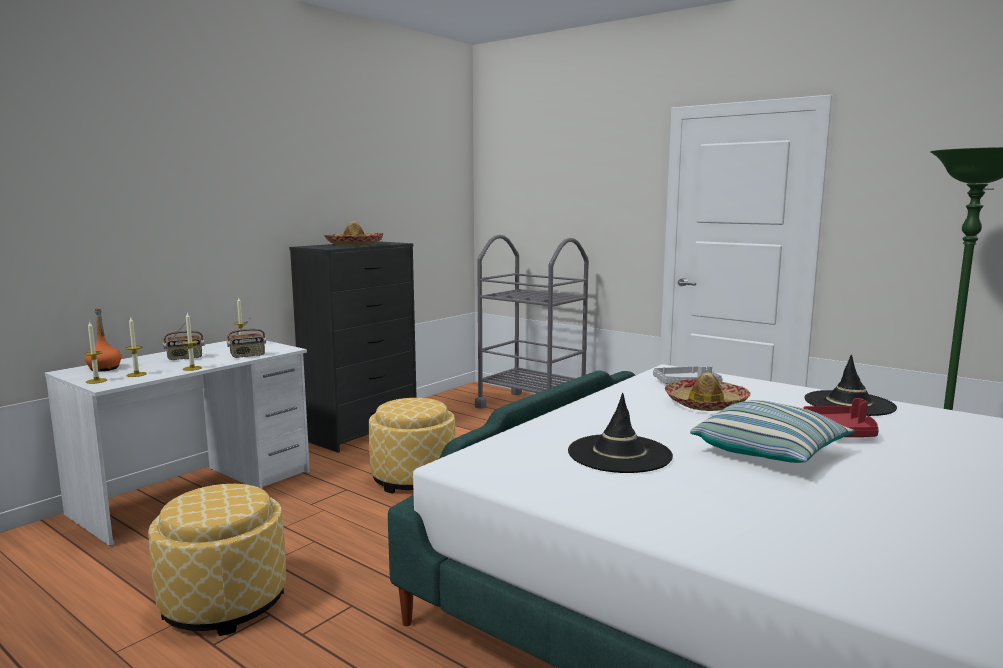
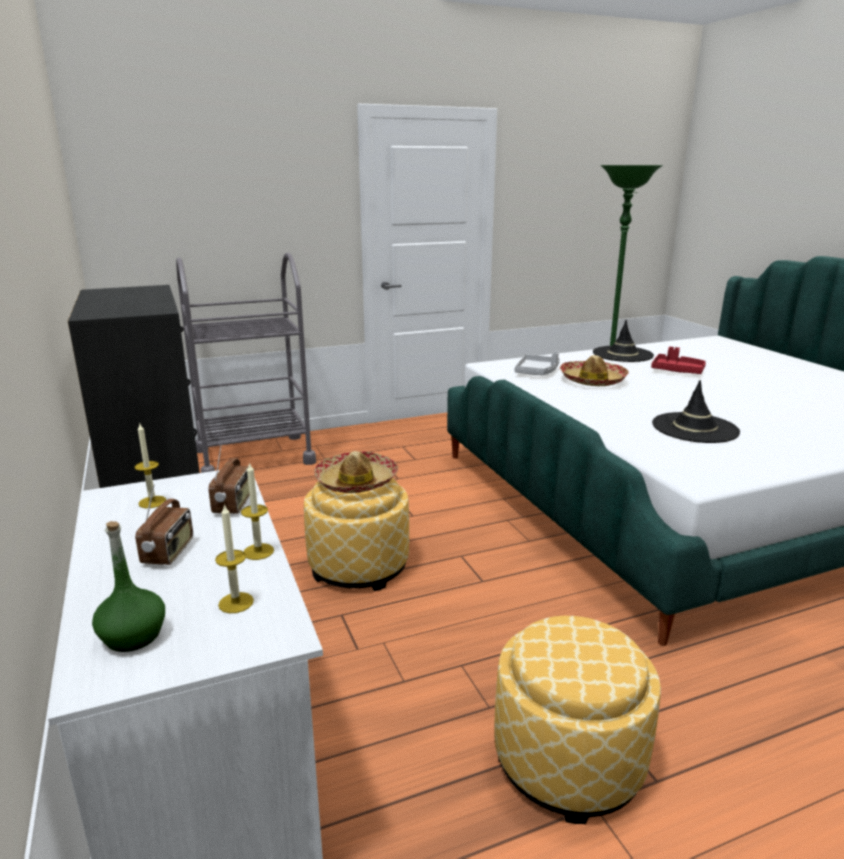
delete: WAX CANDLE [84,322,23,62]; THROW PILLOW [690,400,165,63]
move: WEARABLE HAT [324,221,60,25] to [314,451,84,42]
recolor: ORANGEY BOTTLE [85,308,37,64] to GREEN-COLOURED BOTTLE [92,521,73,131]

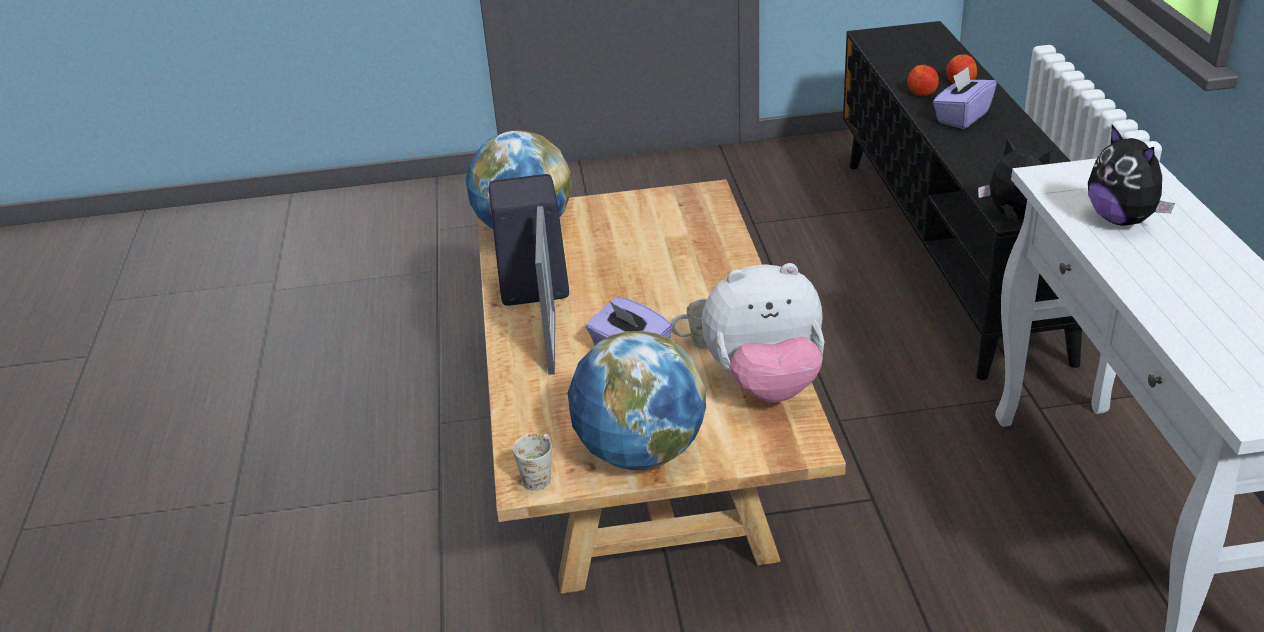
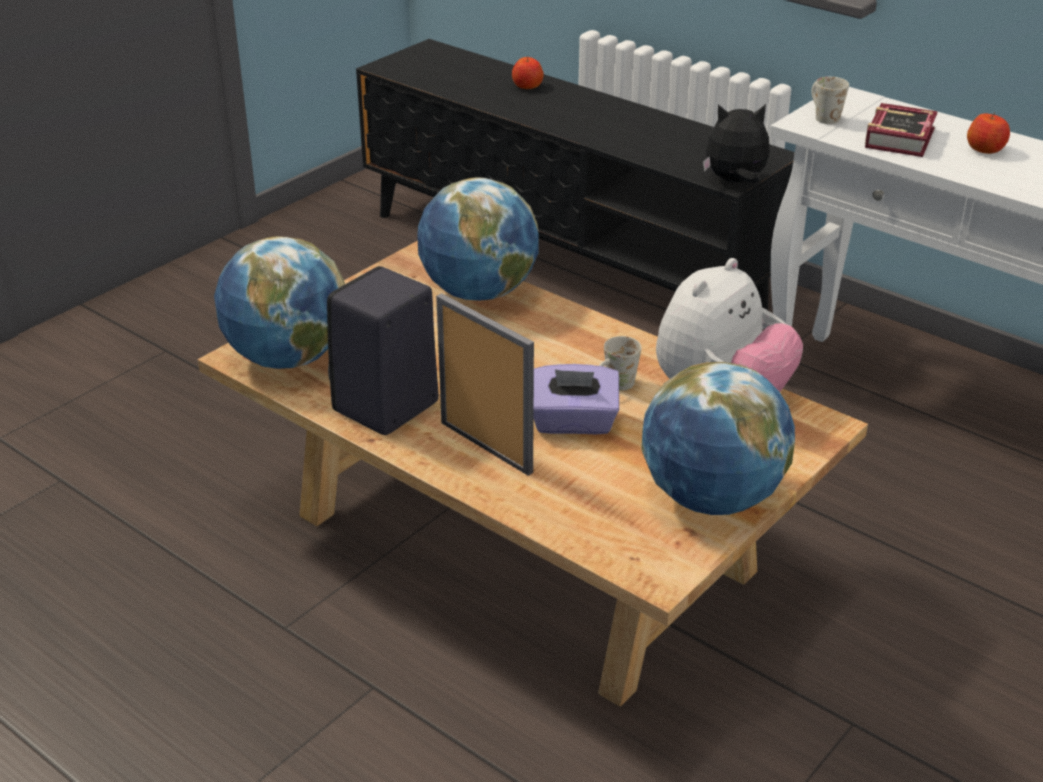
delete: PURPLE-COLOURED BOX OF TISSUES [933,67,64,62]
insert: DESK GLOBE [417,177,122,124]
move: WHITISH TEA MUG [513,434,39,57] to [811,77,38,47]; APPLE FRUIT [908,65,31,31] to [967,112,43,42]
replace: CUDDLY TOY [1088,125,87,101] to BOOK [865,103,73,54]

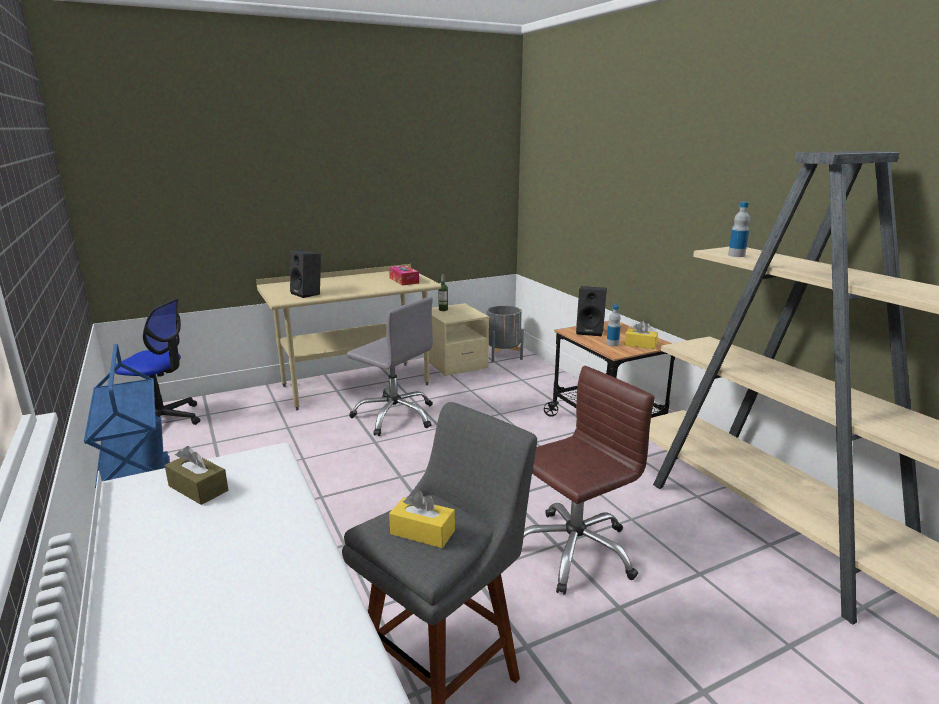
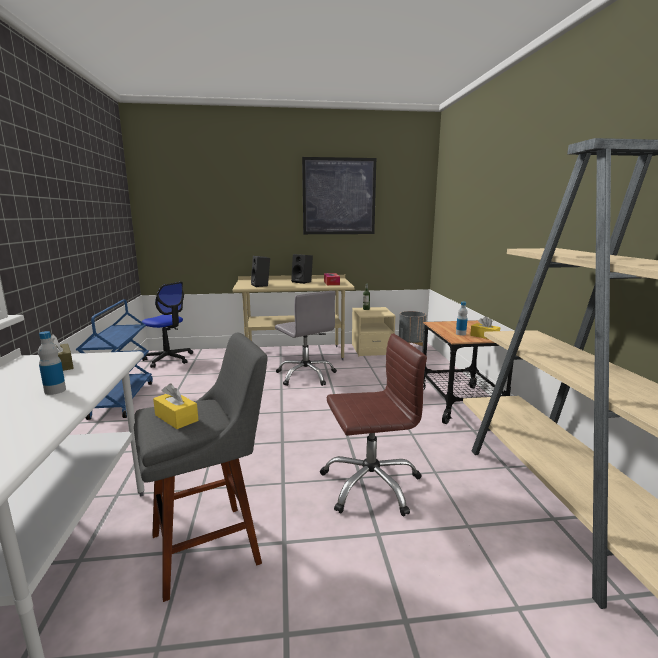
insert: WALL ART [302,157,74,77]
move: BLACKISH AUDIO SPEAKER [576,286,31,50] to [291,254,22,30]; BOTTLE [728,202,22,55] to [38,331,28,64]

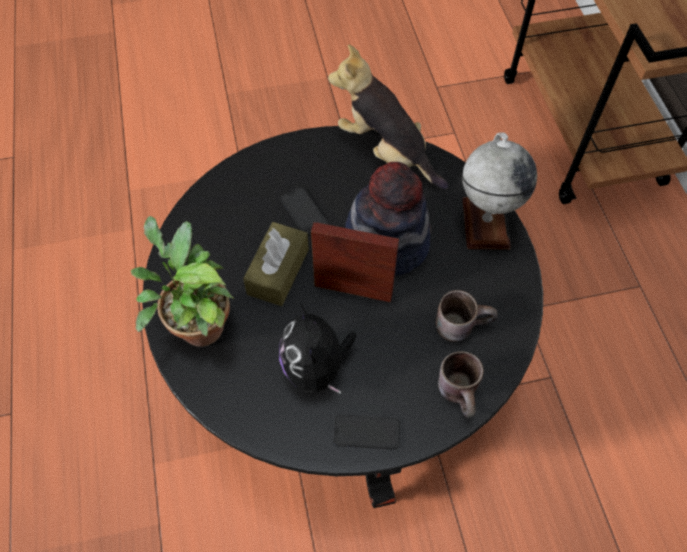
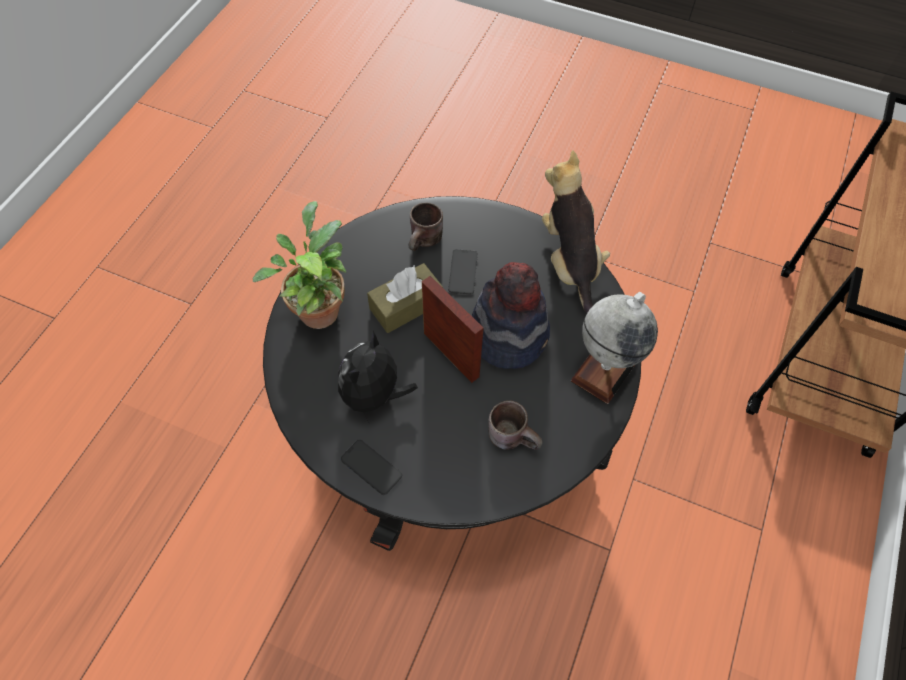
move: BROWN-COLOURED TEA MUG [438,351,46,67] to [409,203,34,48]

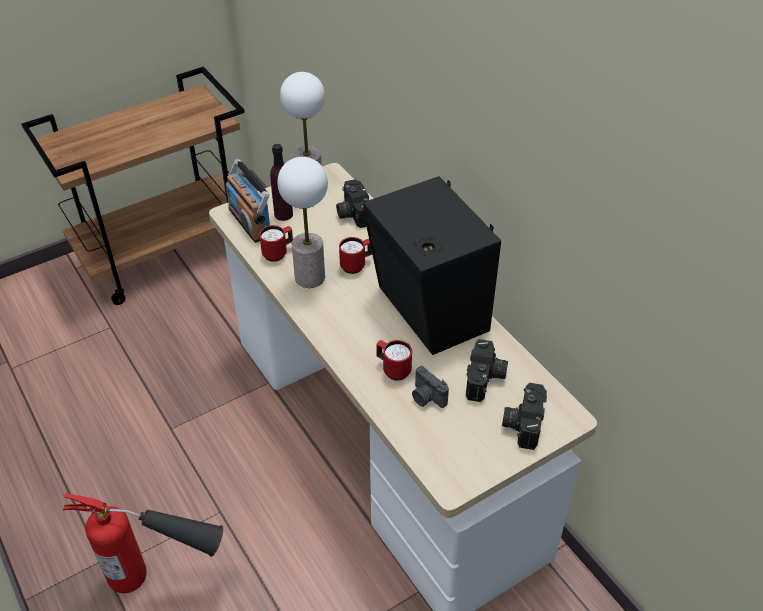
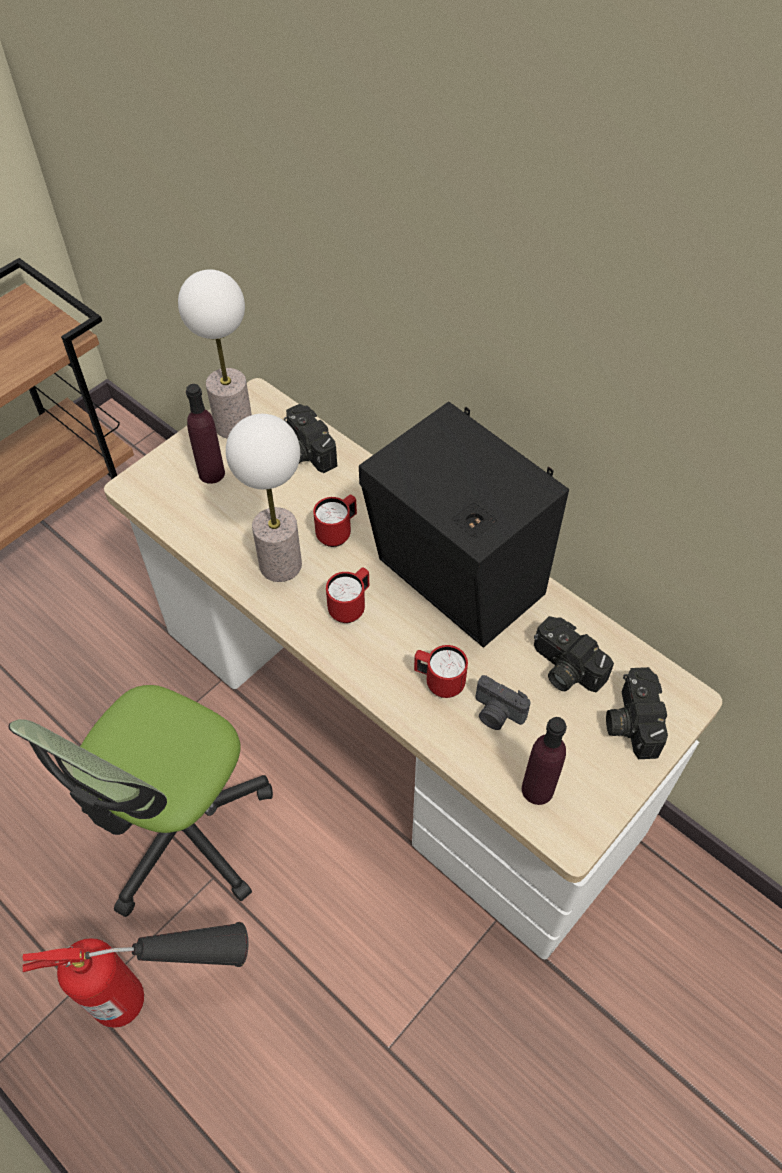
delete: RADIO SET [226,159,44,84]
insert: DESK CHAIR [9,685,264,232]; PURPLE-COLOURED BOTTLE [522,717,45,88]
move: RED TEA MUG [259,225,34,37] to [326,567,43,56]
rotate: PHOTO CAMERA [466,339,42,63] = [534,616,80,77] 135 degrees clockwise

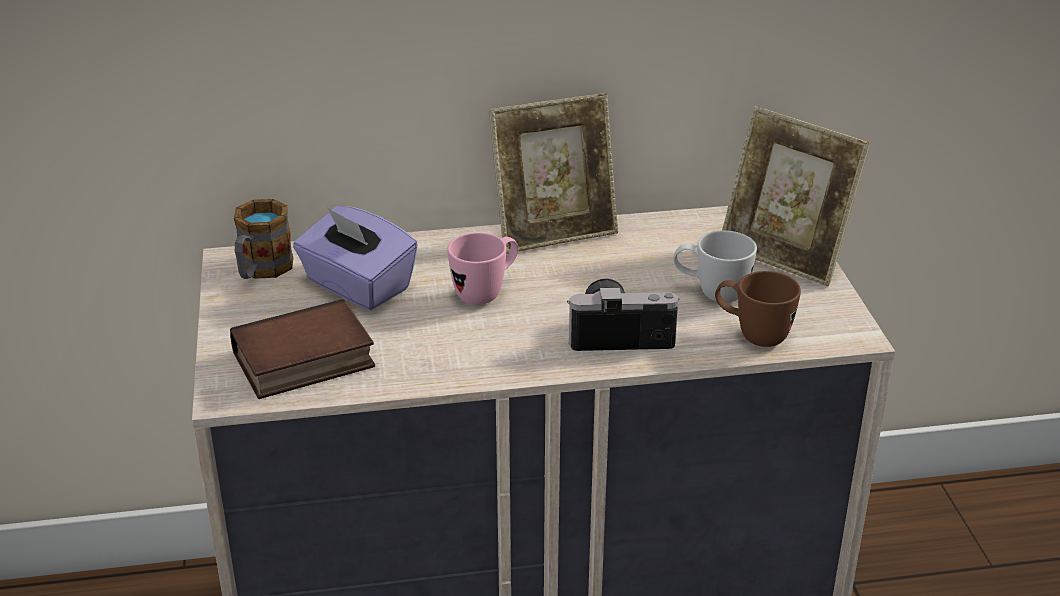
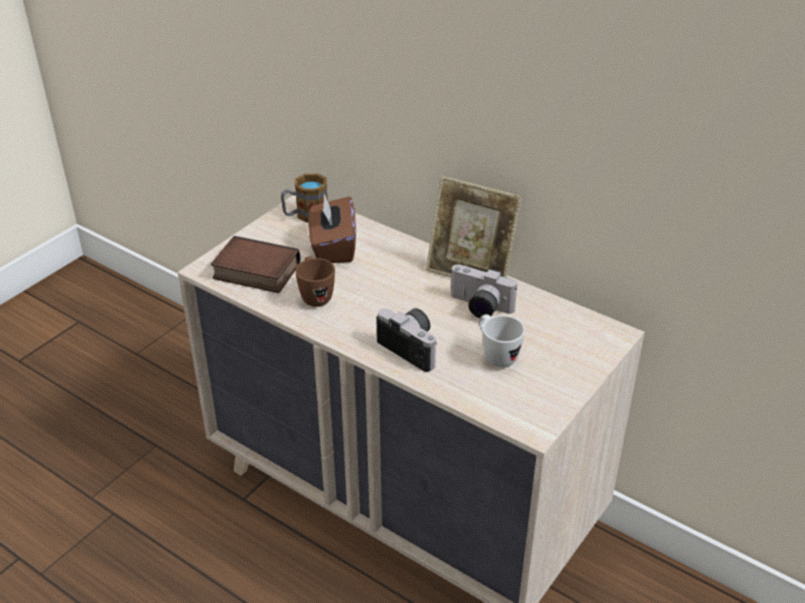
delete: PINKISH TEA MUG [447,232,71,73]; STANDING FRAME [722,106,148,180]
insert: PHOTO CAMERA [451,264,66,54]
move: BROWN-COLOURED TEA MUG [715,271,86,76] to [295,256,40,51]
recolor: PURPLE-COLOURED BOX OF TISSUES [293,206,125,104] to BROWN-COLOURED BOX OF TISSUES [308,194,48,69]

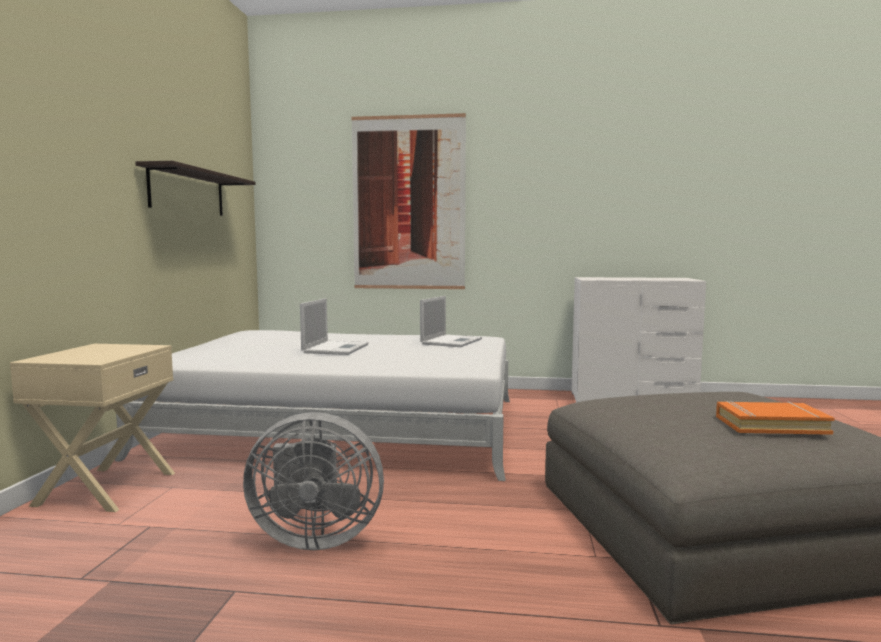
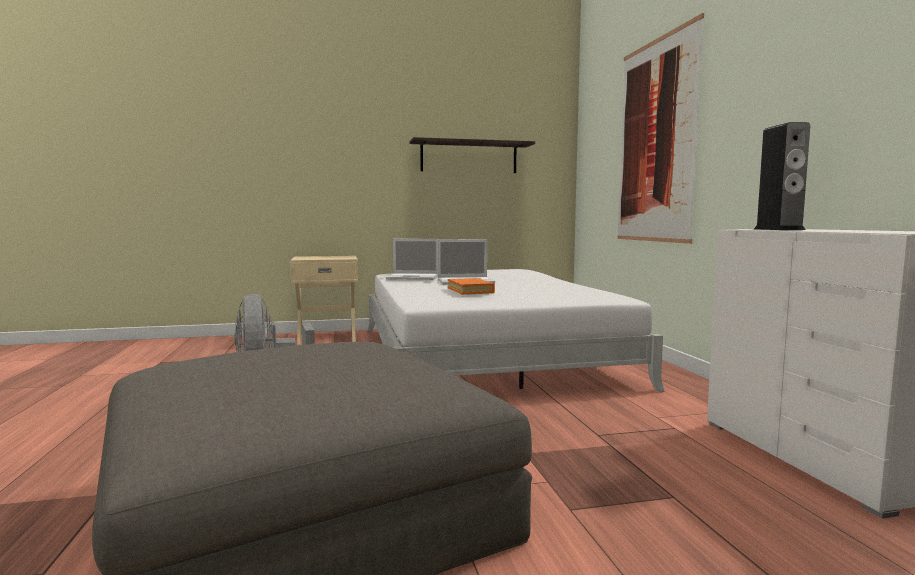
insert: AUDIO SPEAKER [754,122,56,108]
move: PORTABLE COMPUTER [420,296,62,51] to [386,239,52,41]; ORANGEY BOOK [716,401,119,34] to [448,278,47,17]

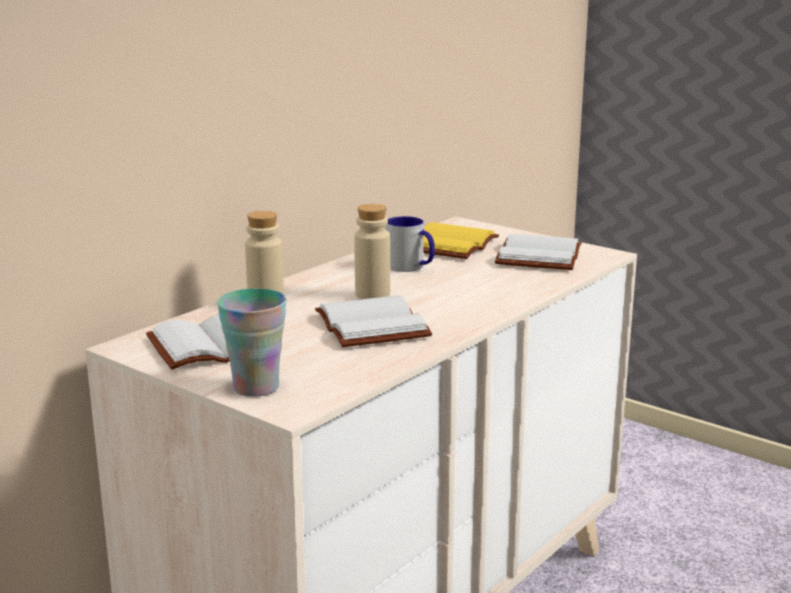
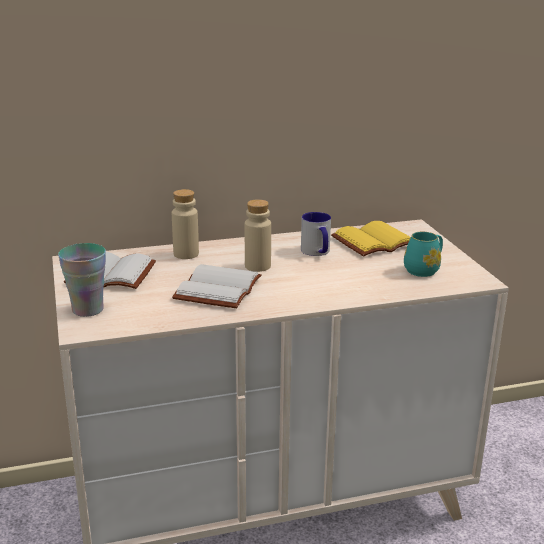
replace: WHITISH BOOK [495,234,86,36] to TURQUOISE-COLOURED TEA MUG [404,232,39,45]

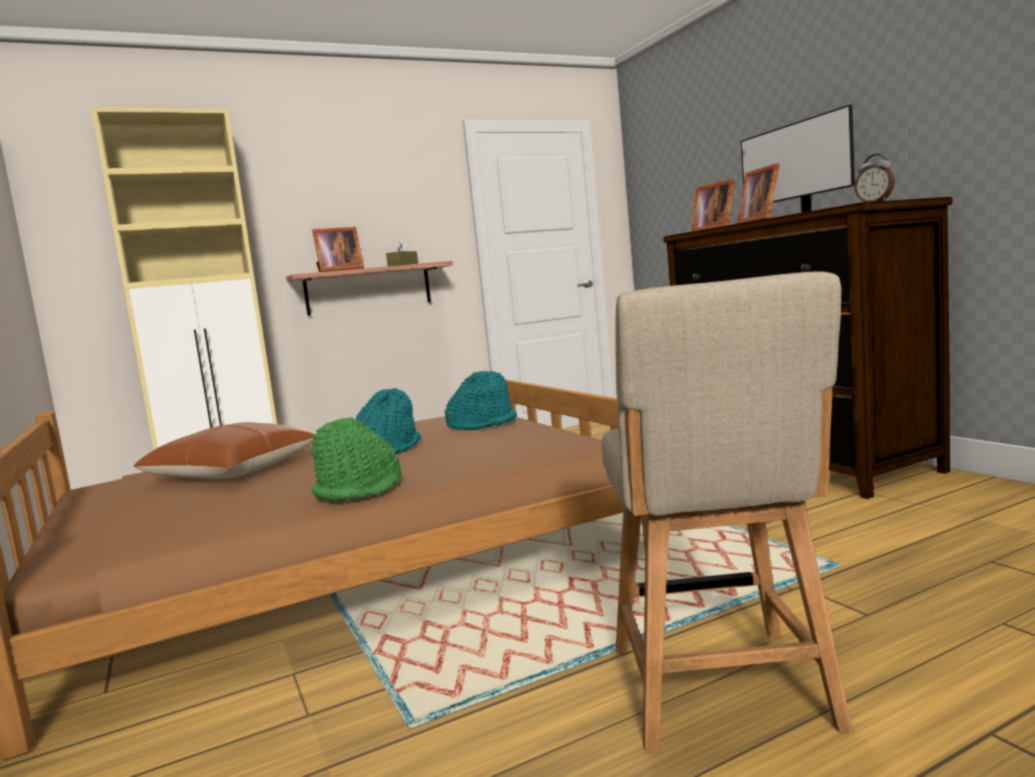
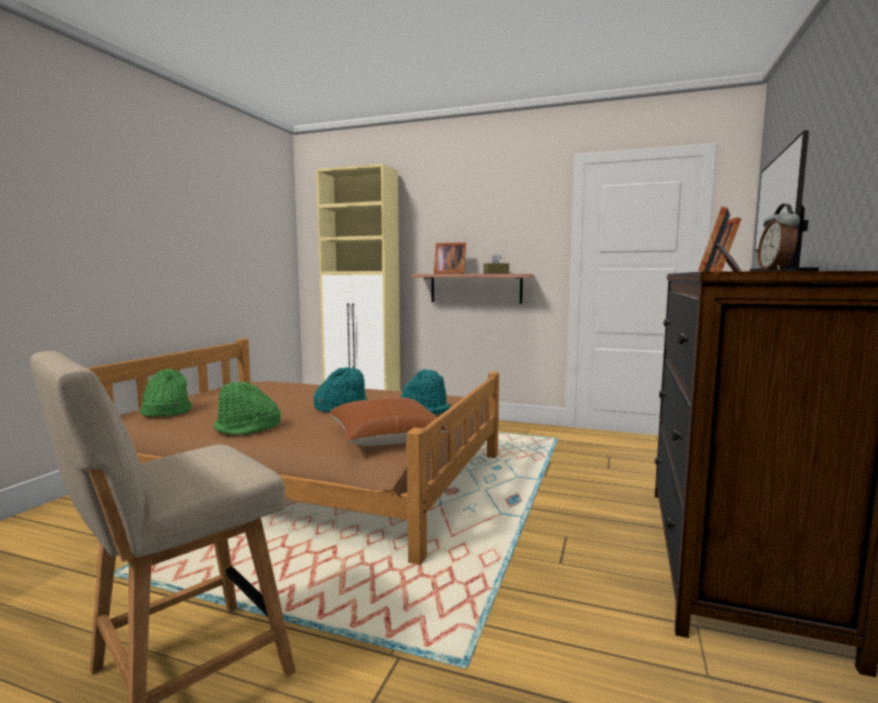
insert: GREEN-COLOURED WEARABLE HAT [140,368,52,48]
move: BROWN-COLOURED THROW PILLOW [134,422,180,57] to [329,397,119,49]

